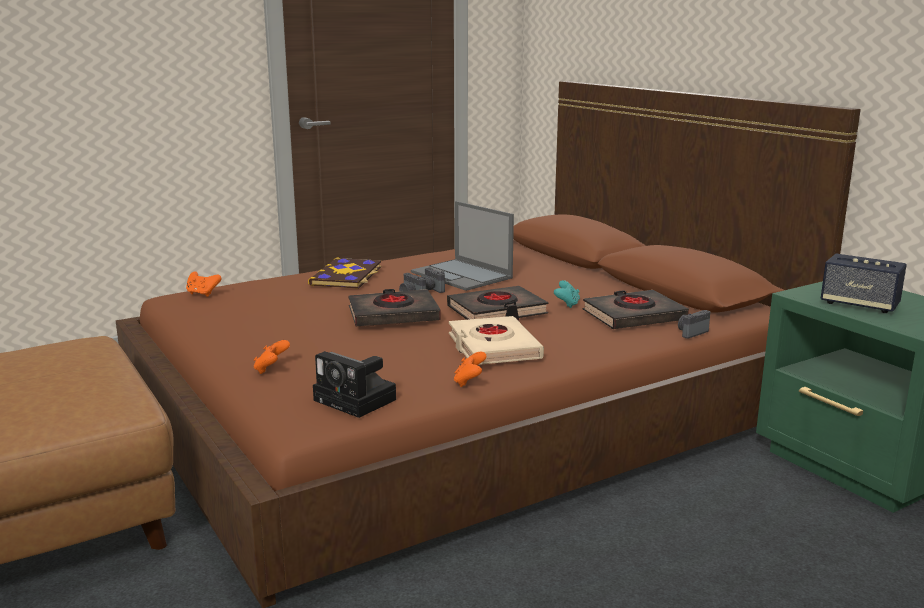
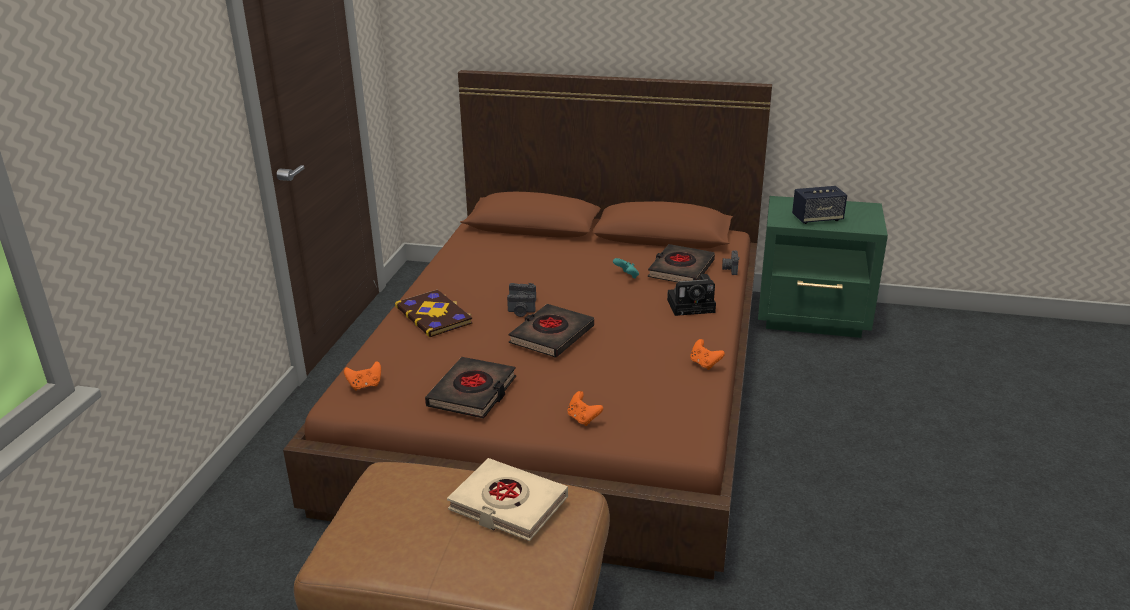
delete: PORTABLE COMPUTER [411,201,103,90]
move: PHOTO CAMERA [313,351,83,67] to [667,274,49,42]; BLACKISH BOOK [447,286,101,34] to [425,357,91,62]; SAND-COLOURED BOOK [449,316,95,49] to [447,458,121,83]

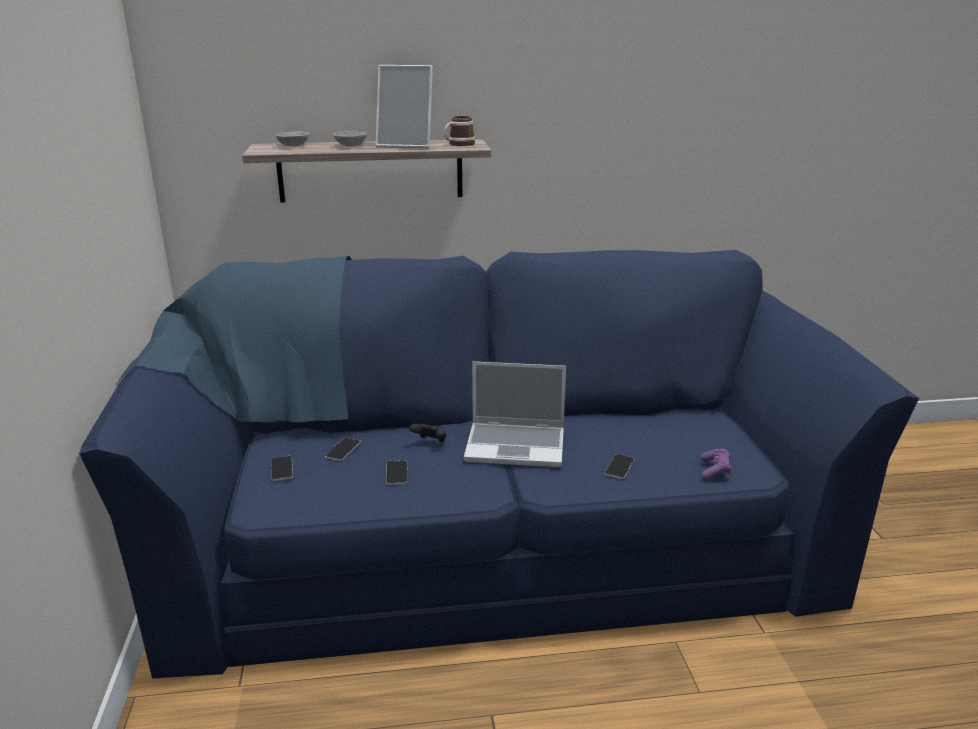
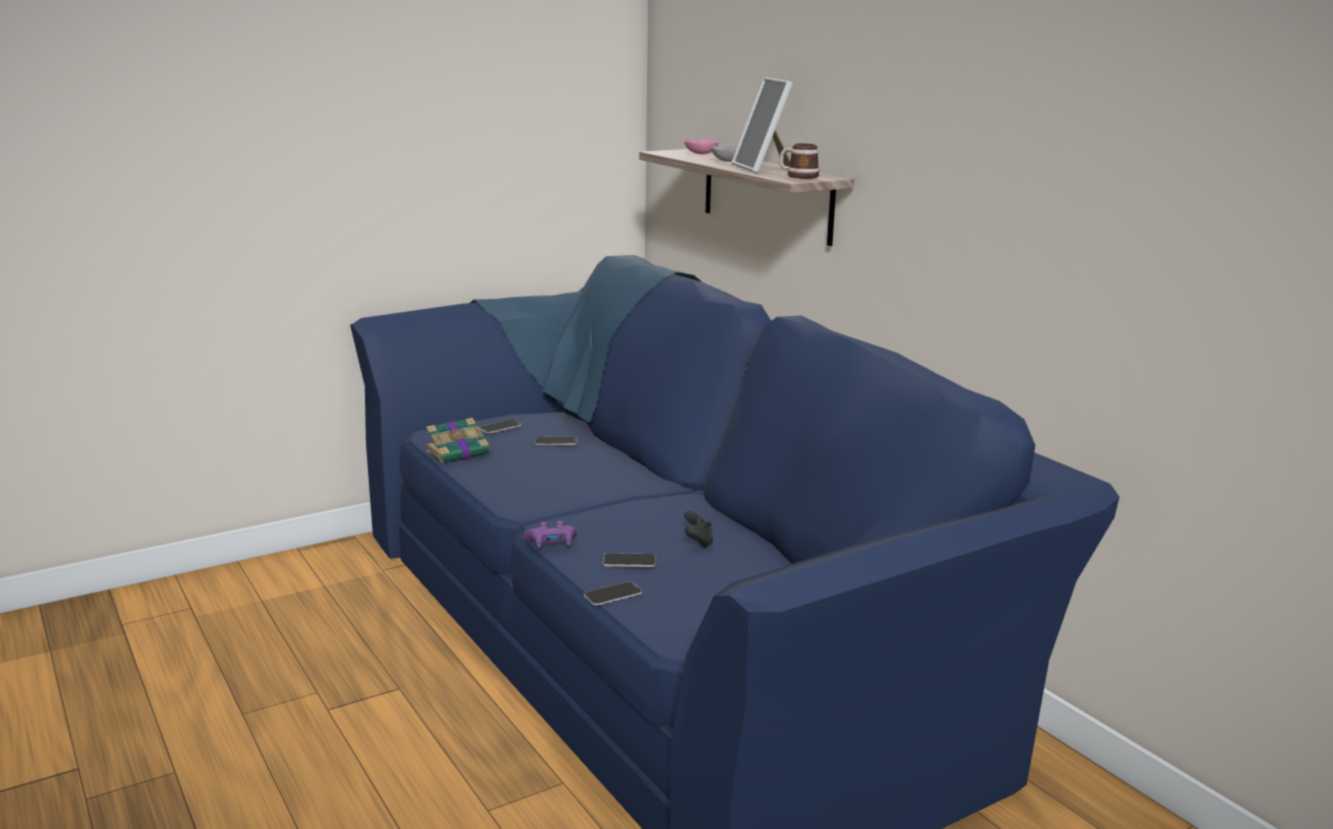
delete: PORTABLE COMPUTER [464,362,102,105]
insert: BOOK [426,418,69,46]
move: TELEPHONE [386,460,21,25] to [584,581,58,25]; BLACKISH GAME CONTROLLER [410,424,36,18] to [684,511,29,37]; PURPLE-COLOURED GAME CONTROLLER [700,449,32,31] to [524,521,53,27]
recolor: GREYISH BOWL [275,132,34,15] to PINKISH BOWL [684,139,35,15]

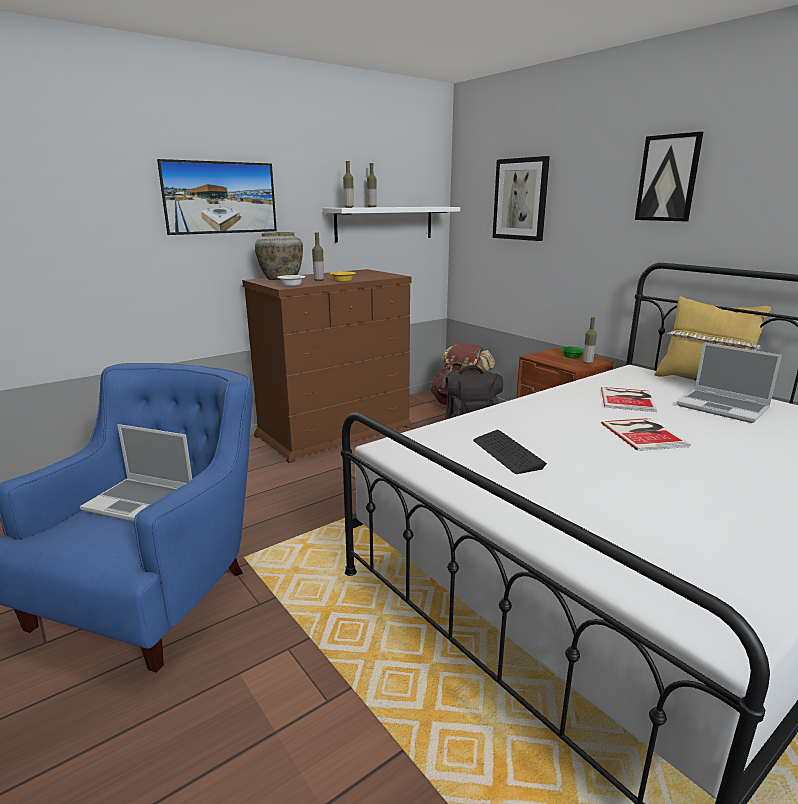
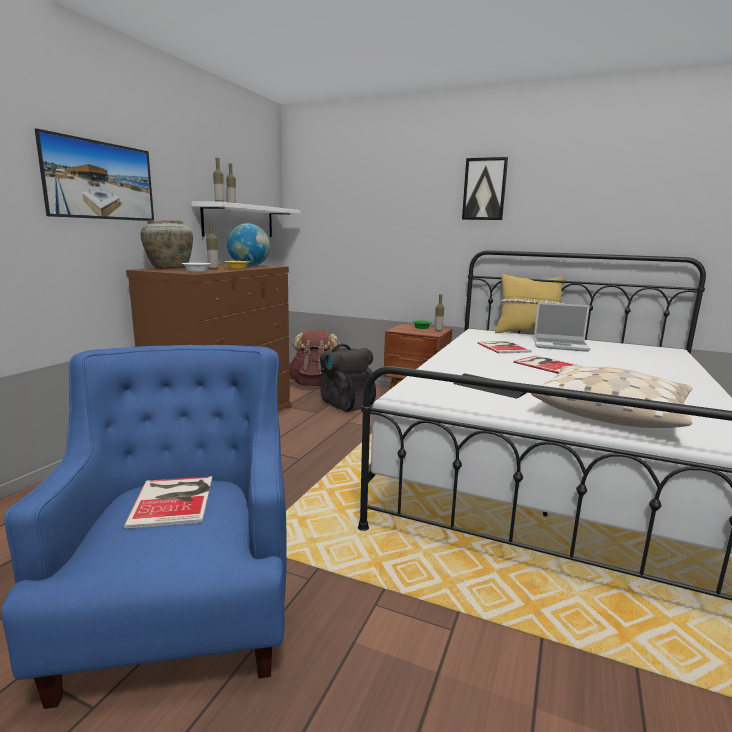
delete: WALL ART [492,156,58,85]
insert: DESK GLOBE [227,223,43,44]; SAND-COLOURED THROW PILLOW [531,366,161,62]
replace: PORTABLE COMPUTER [80,424,112,98] to BOOK [123,476,89,53]

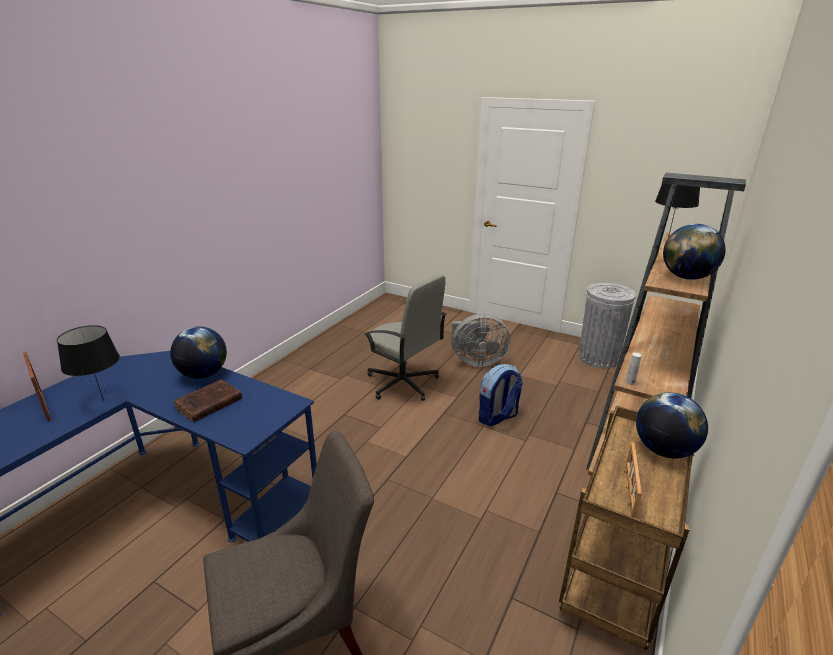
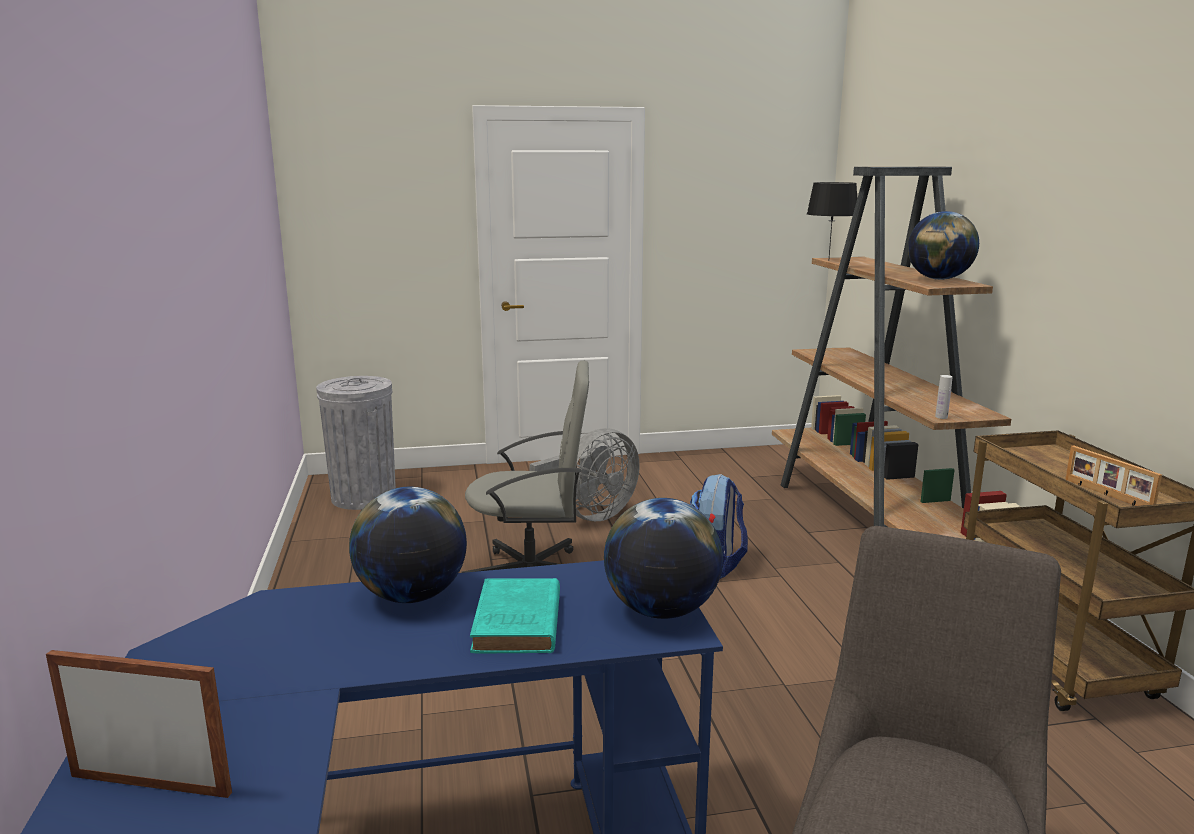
delete: BLACKISH TABLETOP LAMP [57,325,63,76]
move: GREYISH TRASH CAN [578,283,58,85] to [316,376,80,134]; DESK GLOBE [636,392,72,66] to [604,498,119,121]
recolor: BROWN-COLOURED BOOK [173,379,69,43] to TURQUOISE-COLOURED BOOK [470,578,90,75]

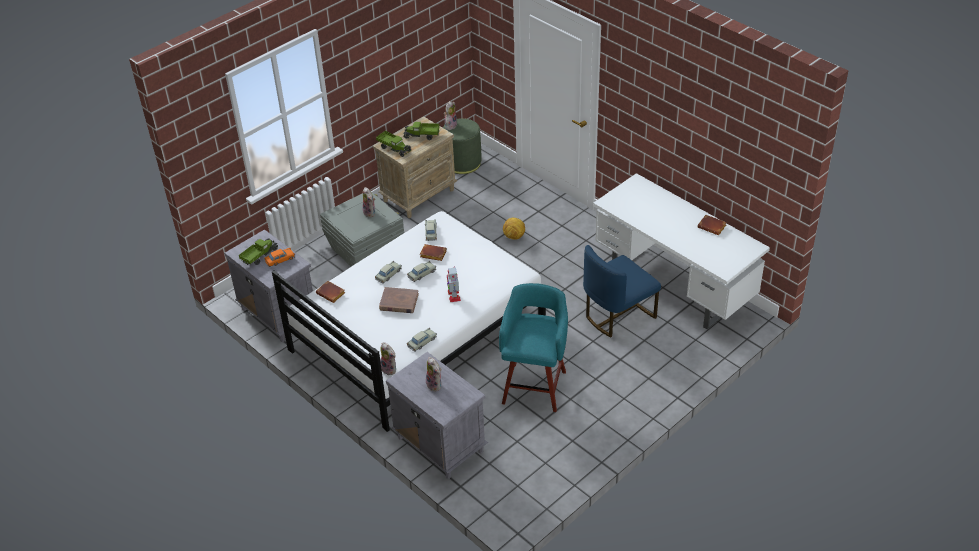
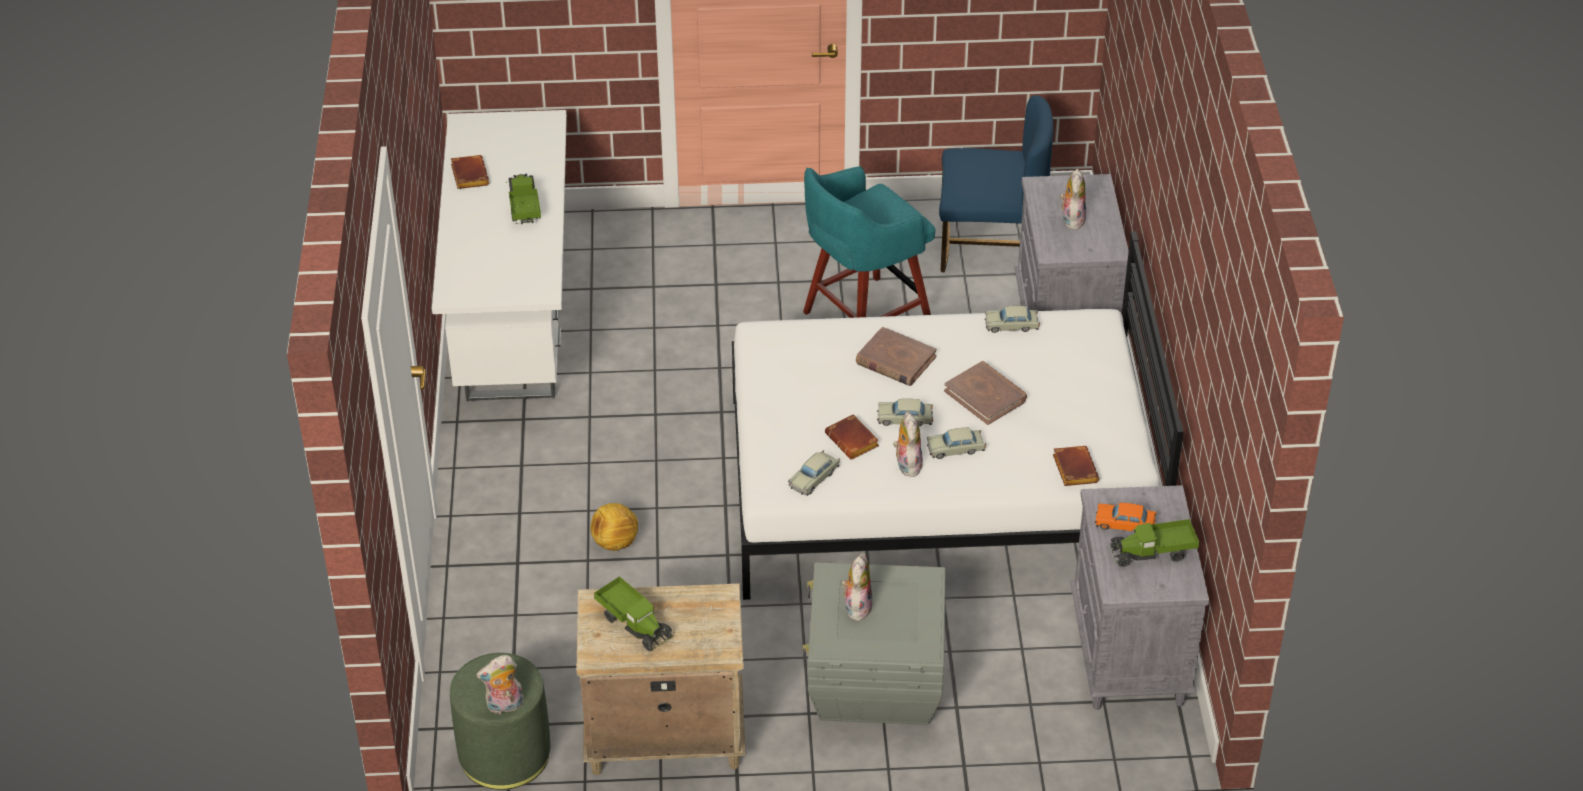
move: TOY TRUCK [376,131,35,26] to [506,174,35,50]; CUDDLY TOY [380,342,16,33] to [893,412,30,65]; BLUISH UPRIGHT CHAIR [583,245,78,93] to [939,95,114,177]
replace: MODEL ROBOT [447,266,14,36] to BROWN-COLOURED BOOK [856,327,81,59]

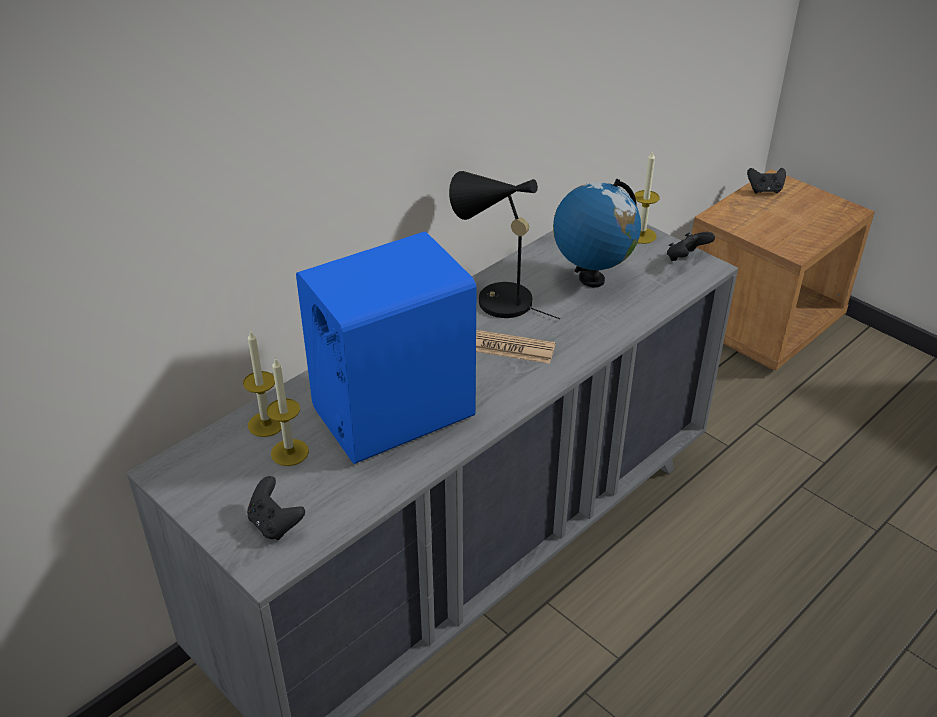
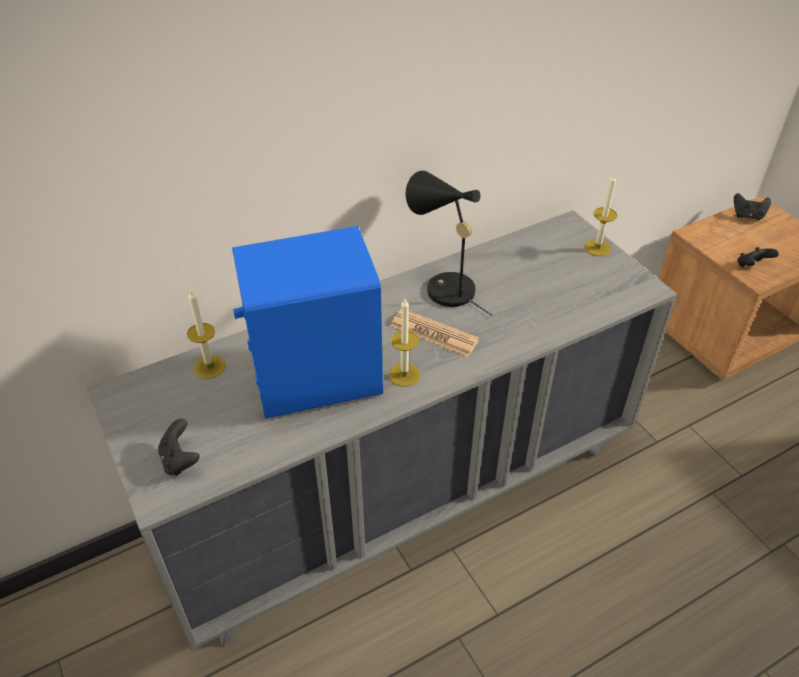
delete: DESK GLOBE [553,179,88,108]
move: WAX CANDLE [267,357,42,109] to [389,299,31,88]; BLACKISH GAME CONTROLLER [667,232,48,29] to [737,247,42,20]

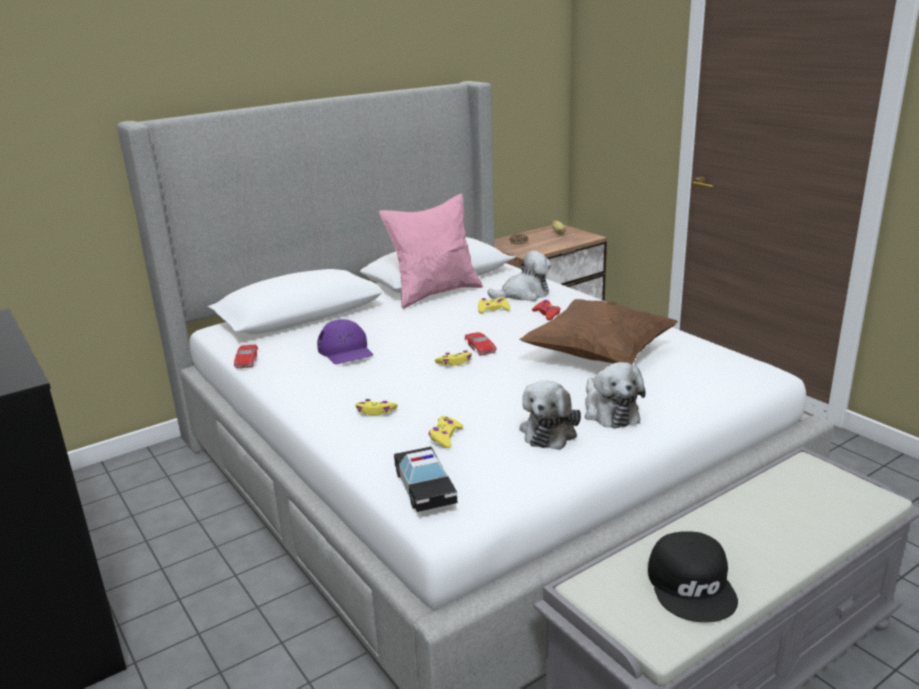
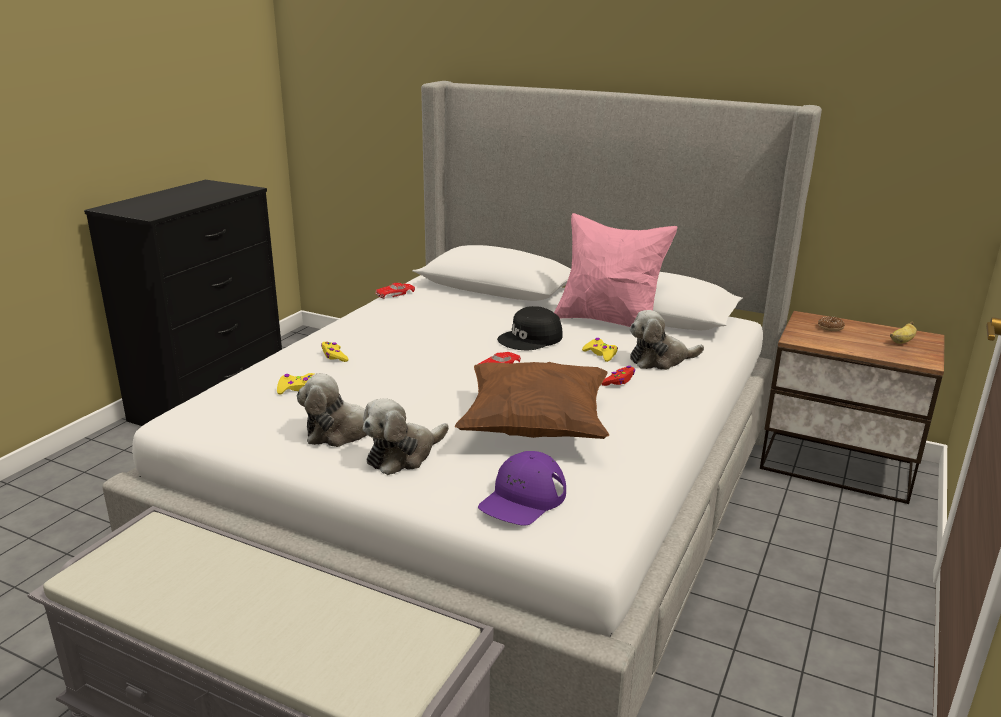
delete: MODEL CAR [394,447,63,65]; YELLOWISH GAME CONTROLLER [435,351,37,15]
move: PURPLE-COLOURED PEAKED CAP [317,319,56,45] to [478,451,88,75]; BLACKISH PEAKED CAP [648,531,90,92] to [497,306,66,44]
rotate: CUDDLY TOY [487,251,65,50] = [629,310,75,60] 120 degrees clockwise

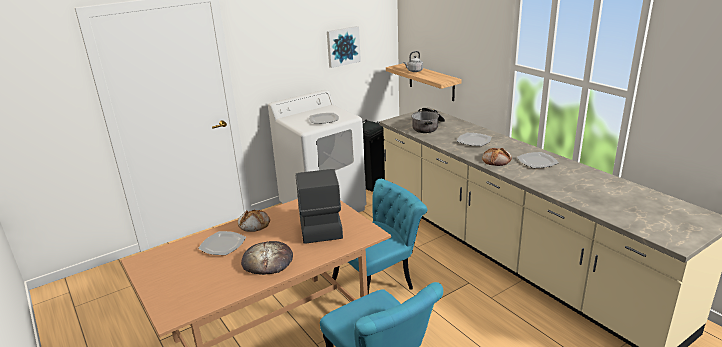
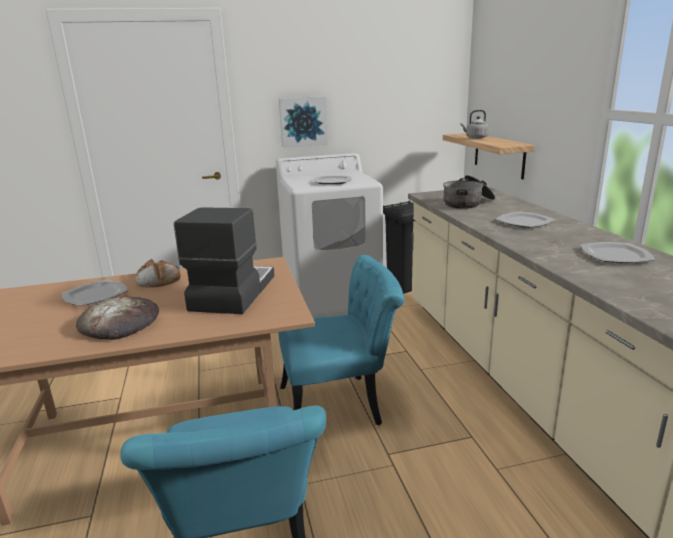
delete: BAKERY BREAD [482,148,30,18]
move: WALL ART [327,26,34,42] to [279,96,49,51]

